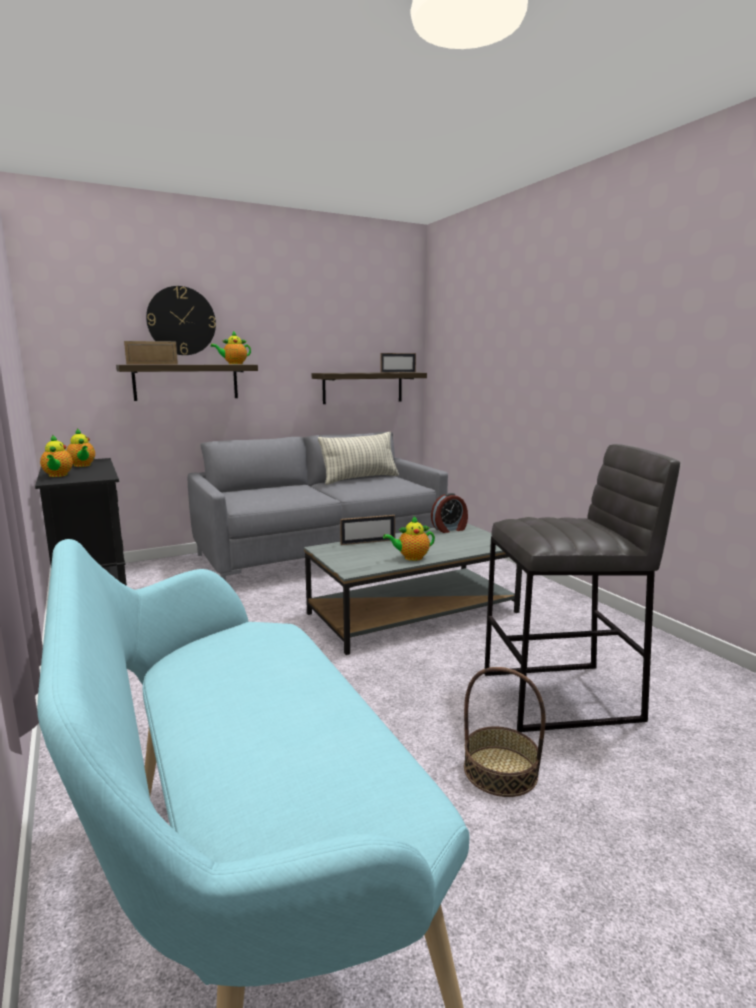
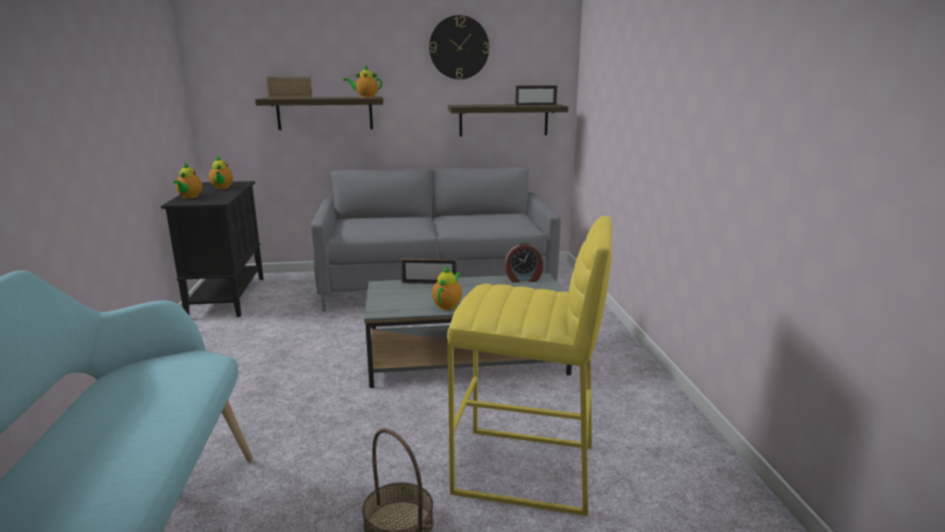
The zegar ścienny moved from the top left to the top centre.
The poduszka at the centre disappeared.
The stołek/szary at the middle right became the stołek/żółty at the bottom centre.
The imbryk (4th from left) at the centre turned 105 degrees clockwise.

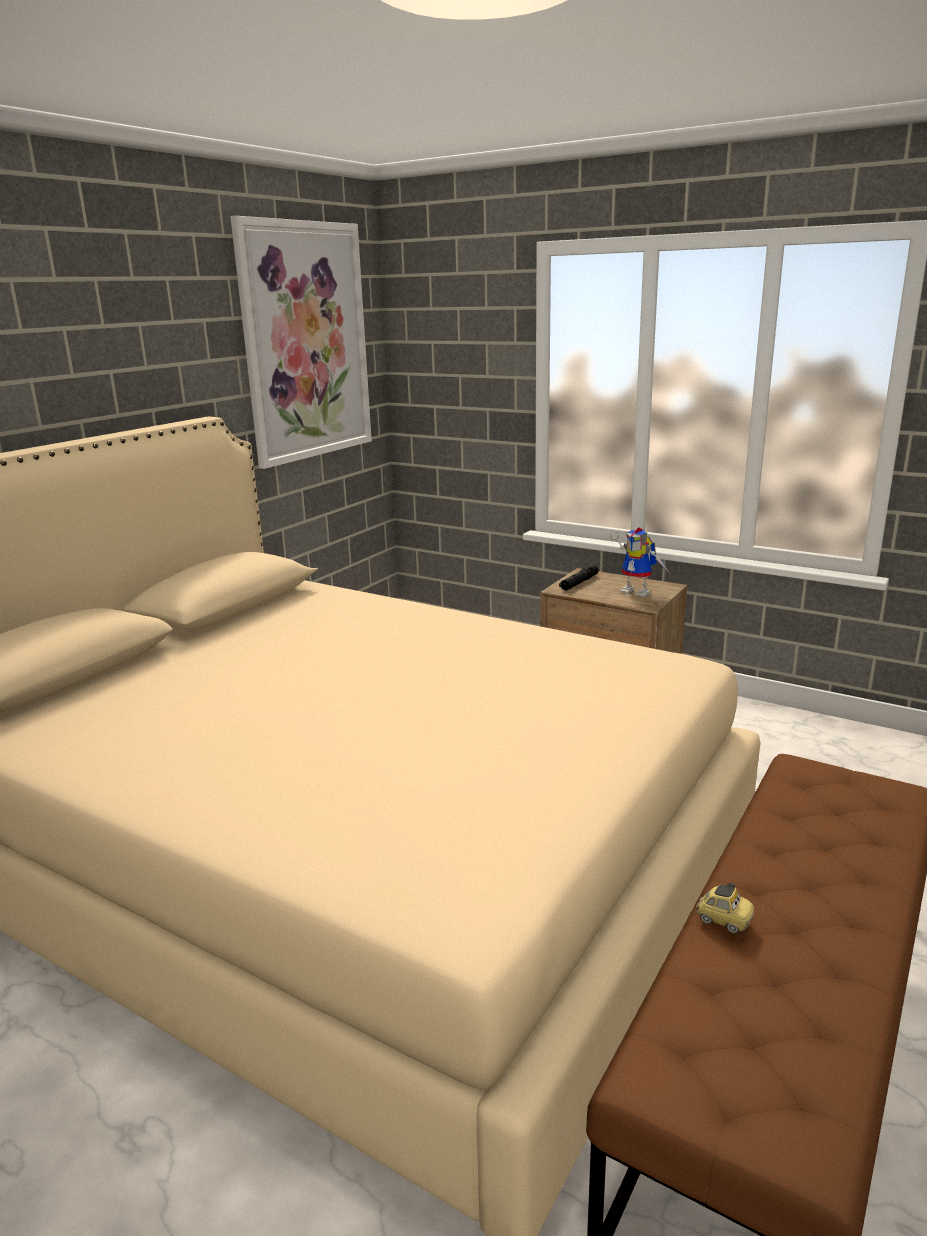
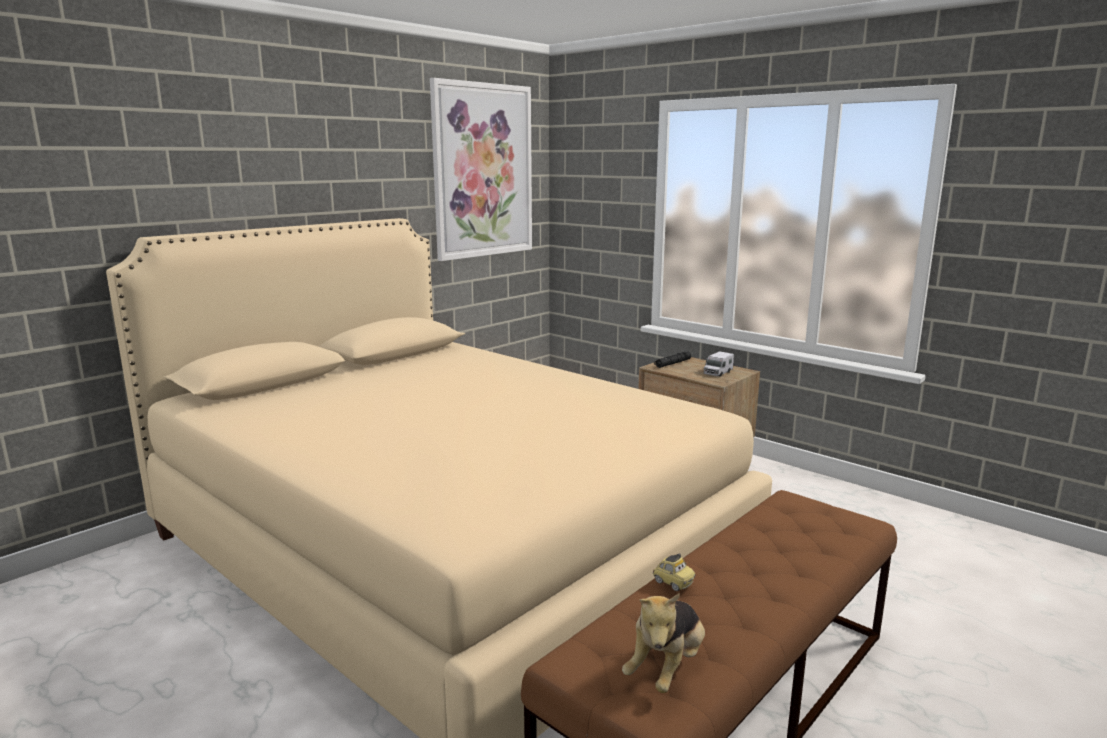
The robot zabawkowy at the middle right was replaced by the ciężarówka zabawkowa at the centre.
The pluszak at the bottom centre appeared.

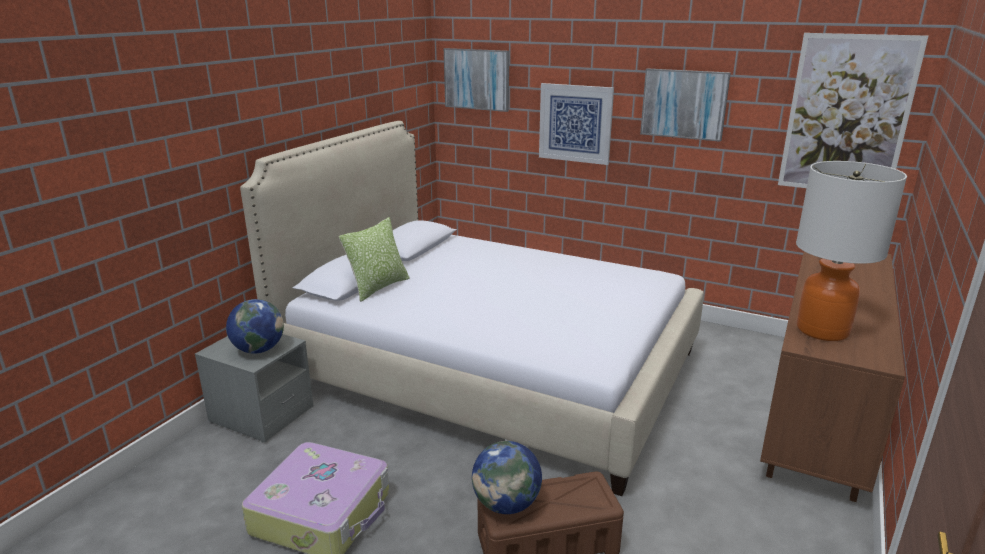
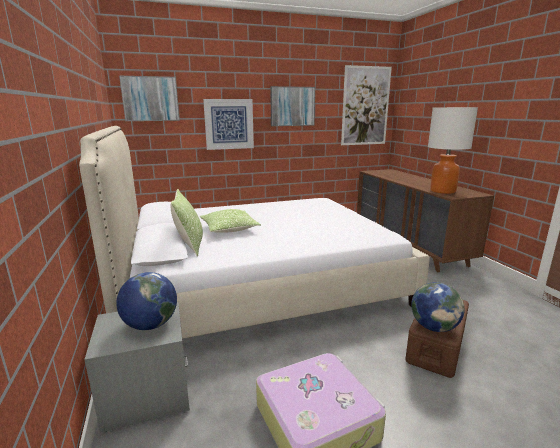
The poduszka (2nd from left) at the centre appeared.

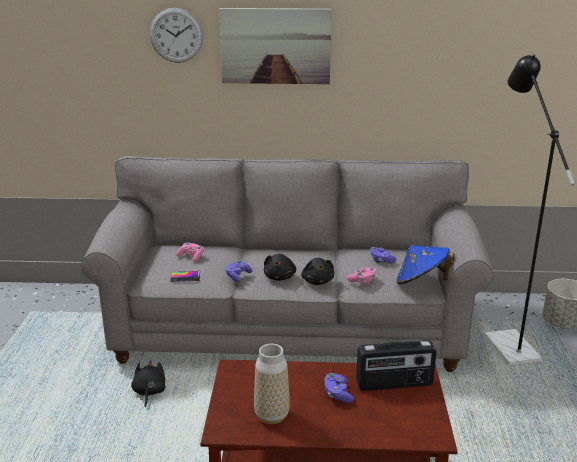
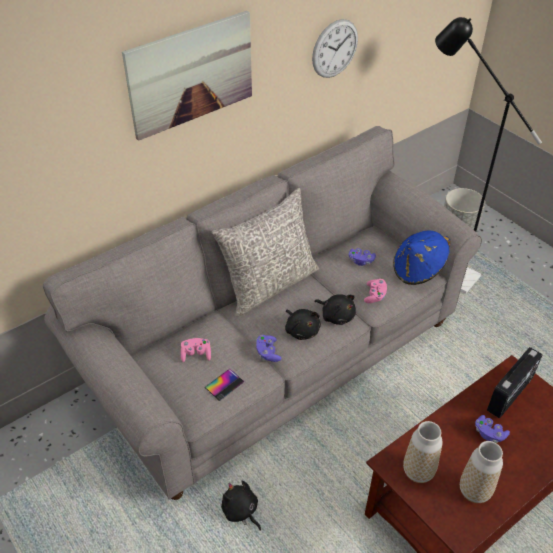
The zegar ścienny moved from the top left to the top centre.
The poduszka/szary at the centre appeared.
The wazon (1st from left) at the bottom right appeared.

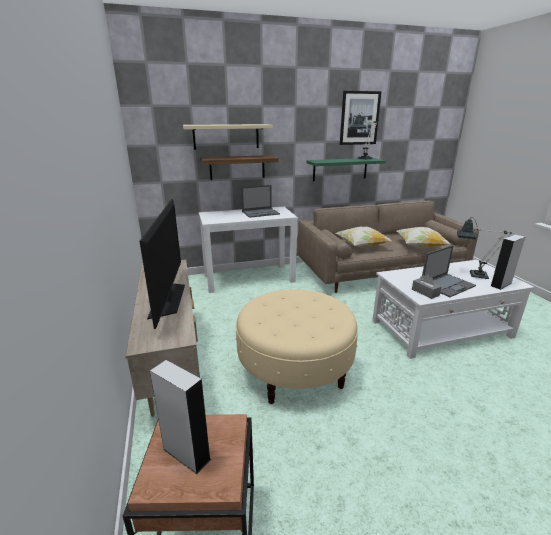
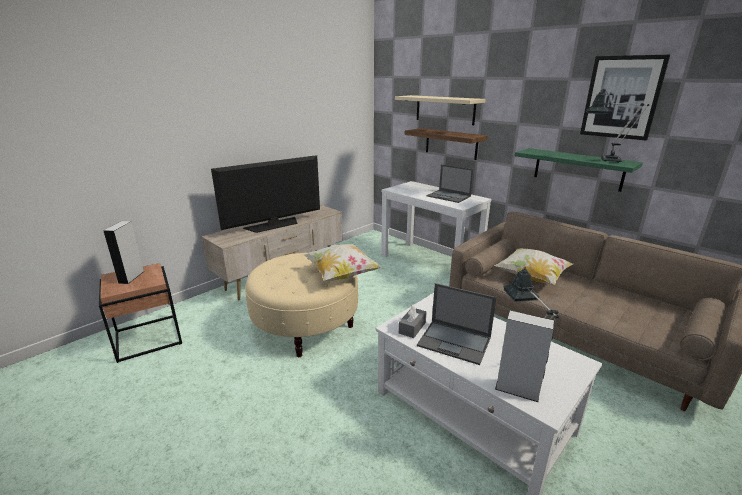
The poduszka (2nd from left in the first image) moved from the middle right to the centre.

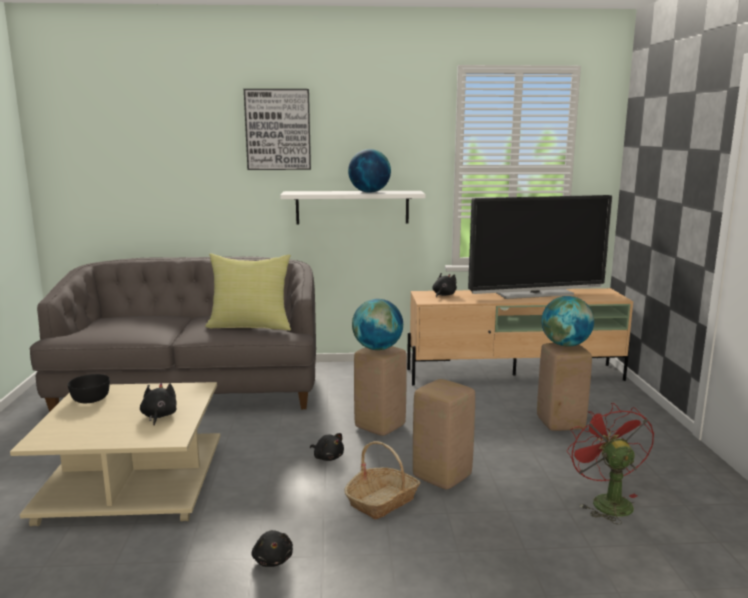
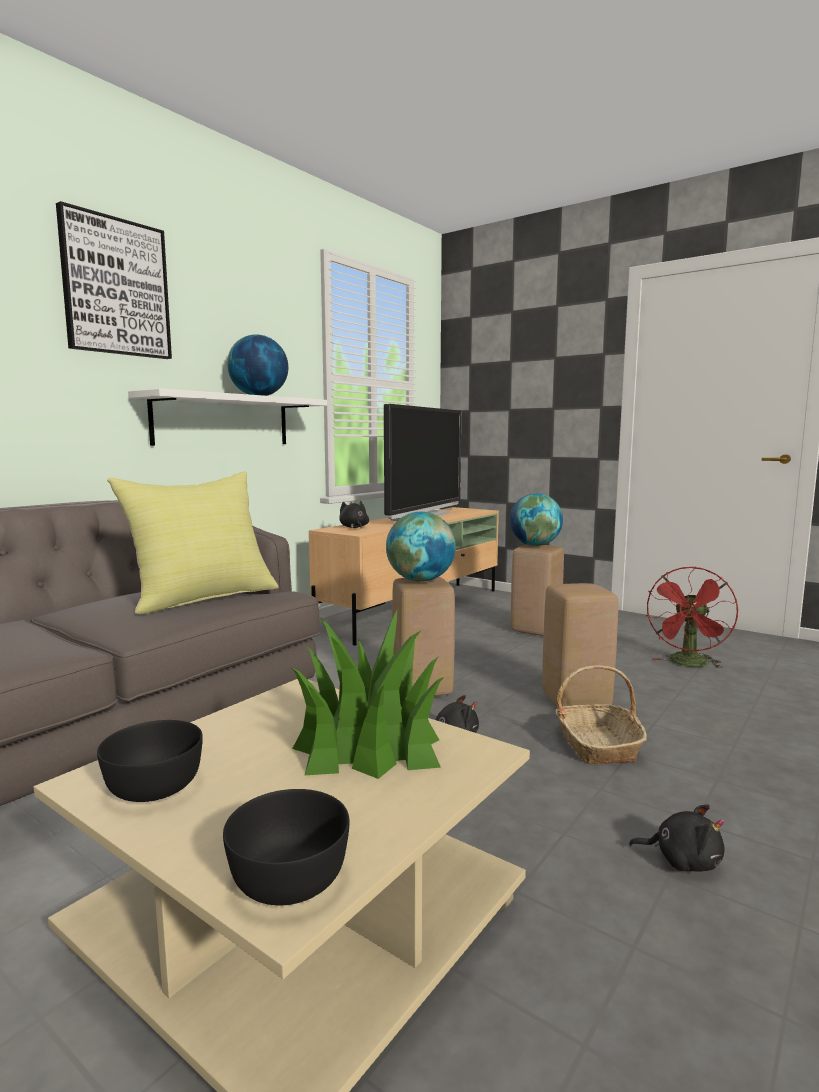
The pluszak/czarny (1st from left) at the bottom left was replaced by the roślina doniczkowa at the centre.
The wentylator/czerwony at the bottom right turned 90 degrees counterclockwise.
The miska/czarny (2nd from left) at the bottom centre appeared.

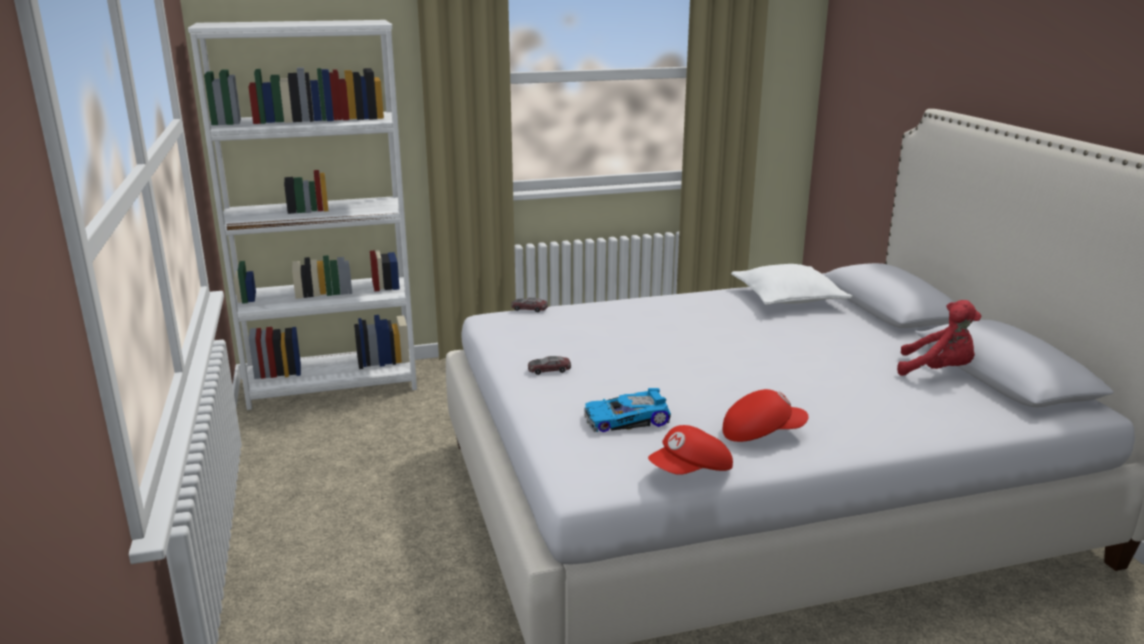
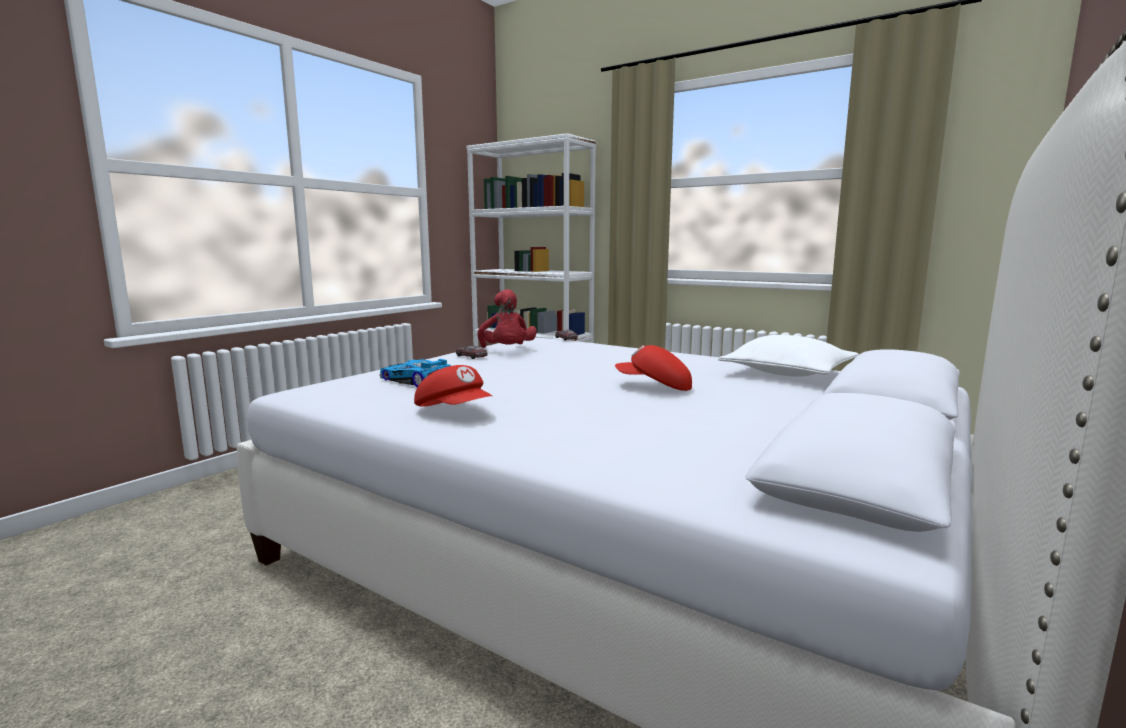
The pluszak/czerwony moved from the middle right to the centre.
The czapka z daszkiem/czerwony (1st from left in the first image) moved from the bottom centre to the centre.

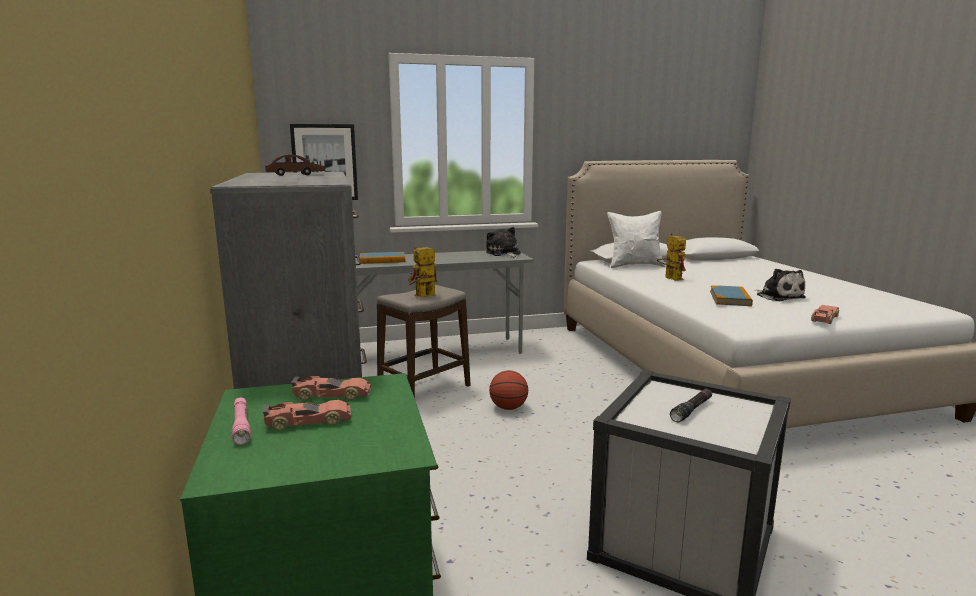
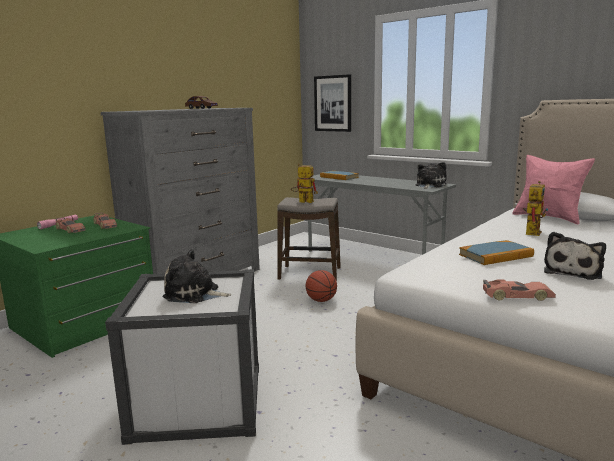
The poduszka/biały at the centre became the poduszka/różowy at the middle right.
The latarka/czarny at the bottom right was replaced by the pluszak (1st from left) at the middle left.

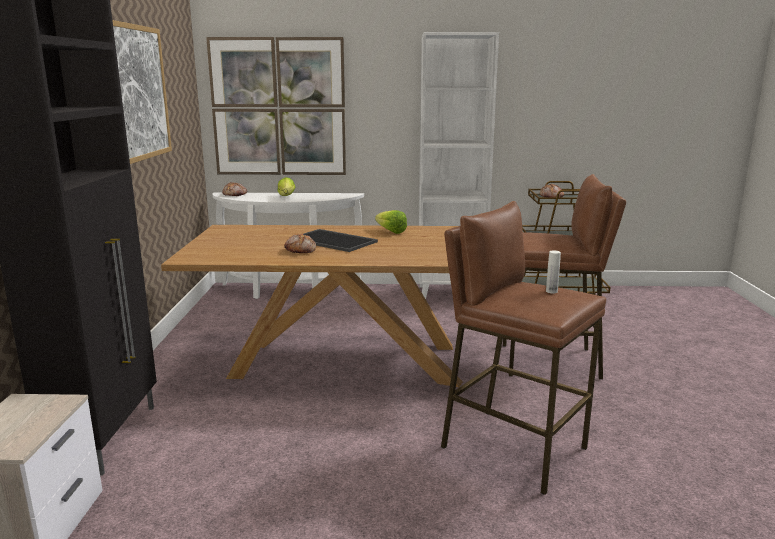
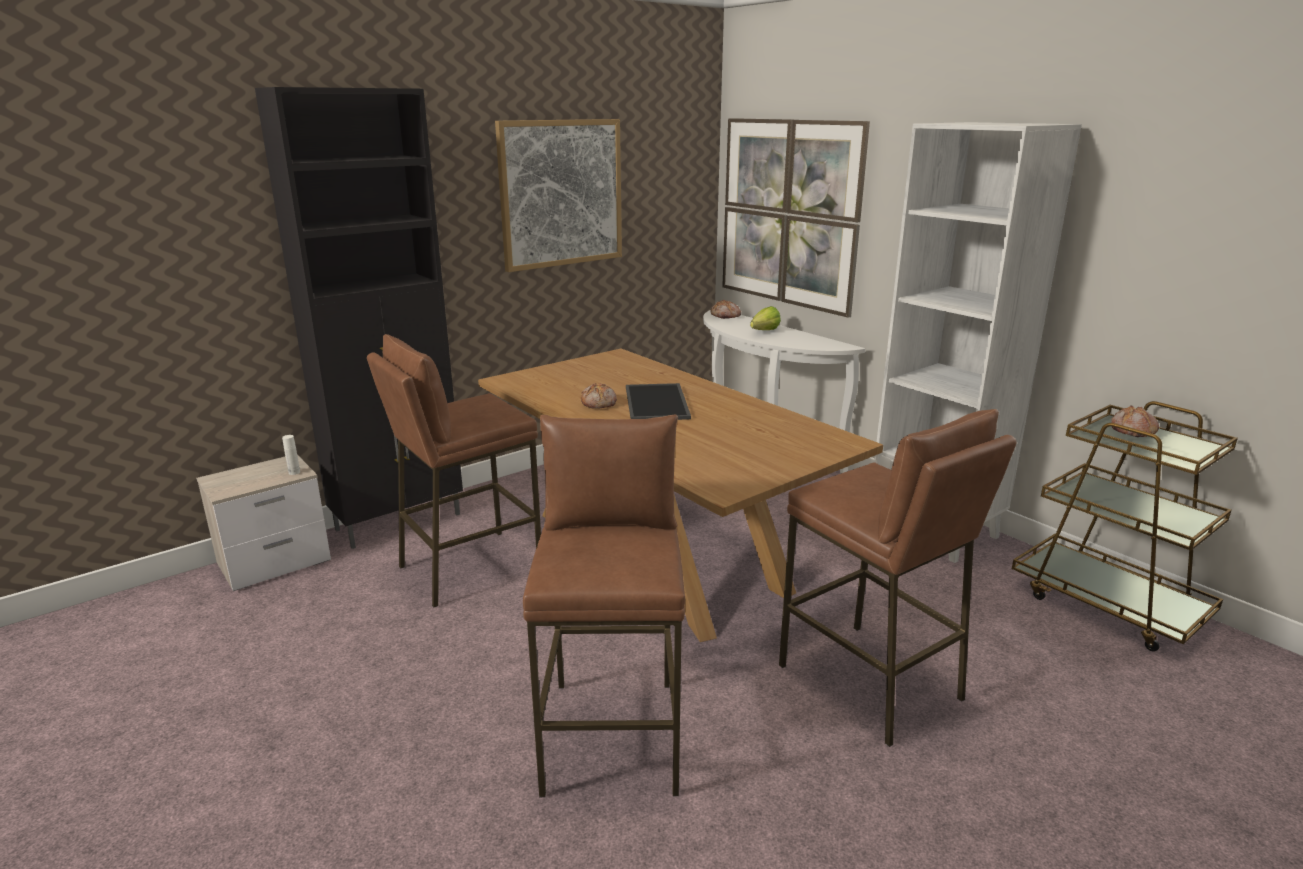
The sałata (2nd from left) at the centre disappeared.
The butelka/biały moved from the middle right to the middle left.
The stołek/brązowy (1st from left) at the centre appeared.

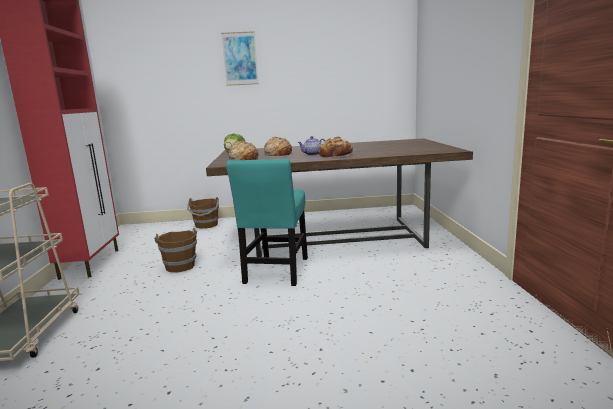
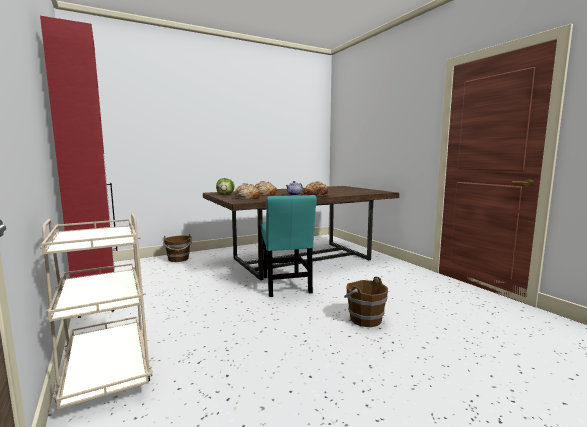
The obraz at the top centre disappeared.
The wiadro/brązowy (1st from left in the first image) moved from the middle left to the bottom centre.

